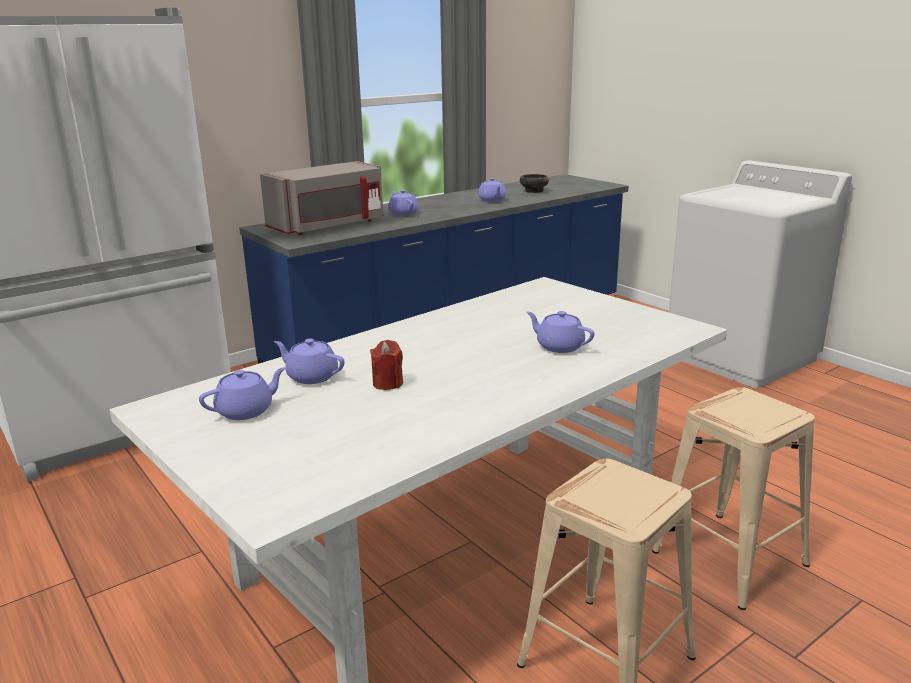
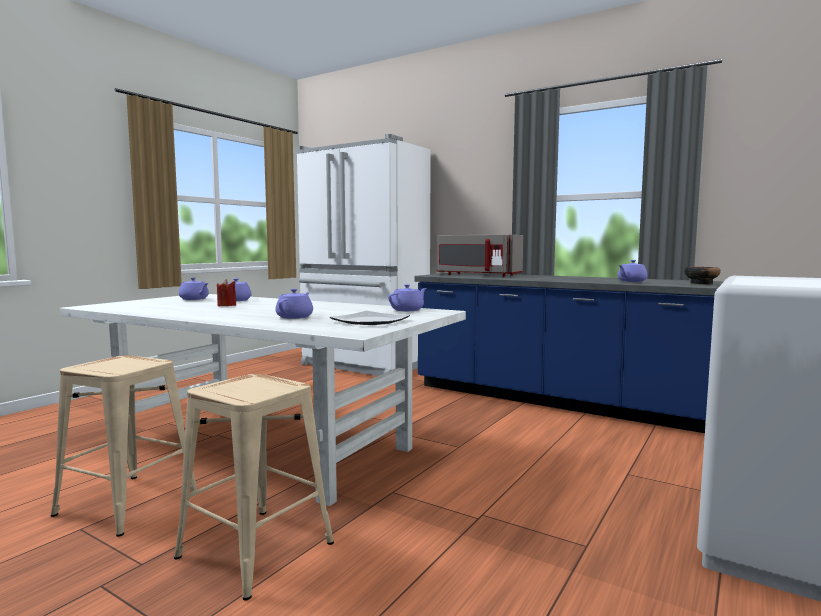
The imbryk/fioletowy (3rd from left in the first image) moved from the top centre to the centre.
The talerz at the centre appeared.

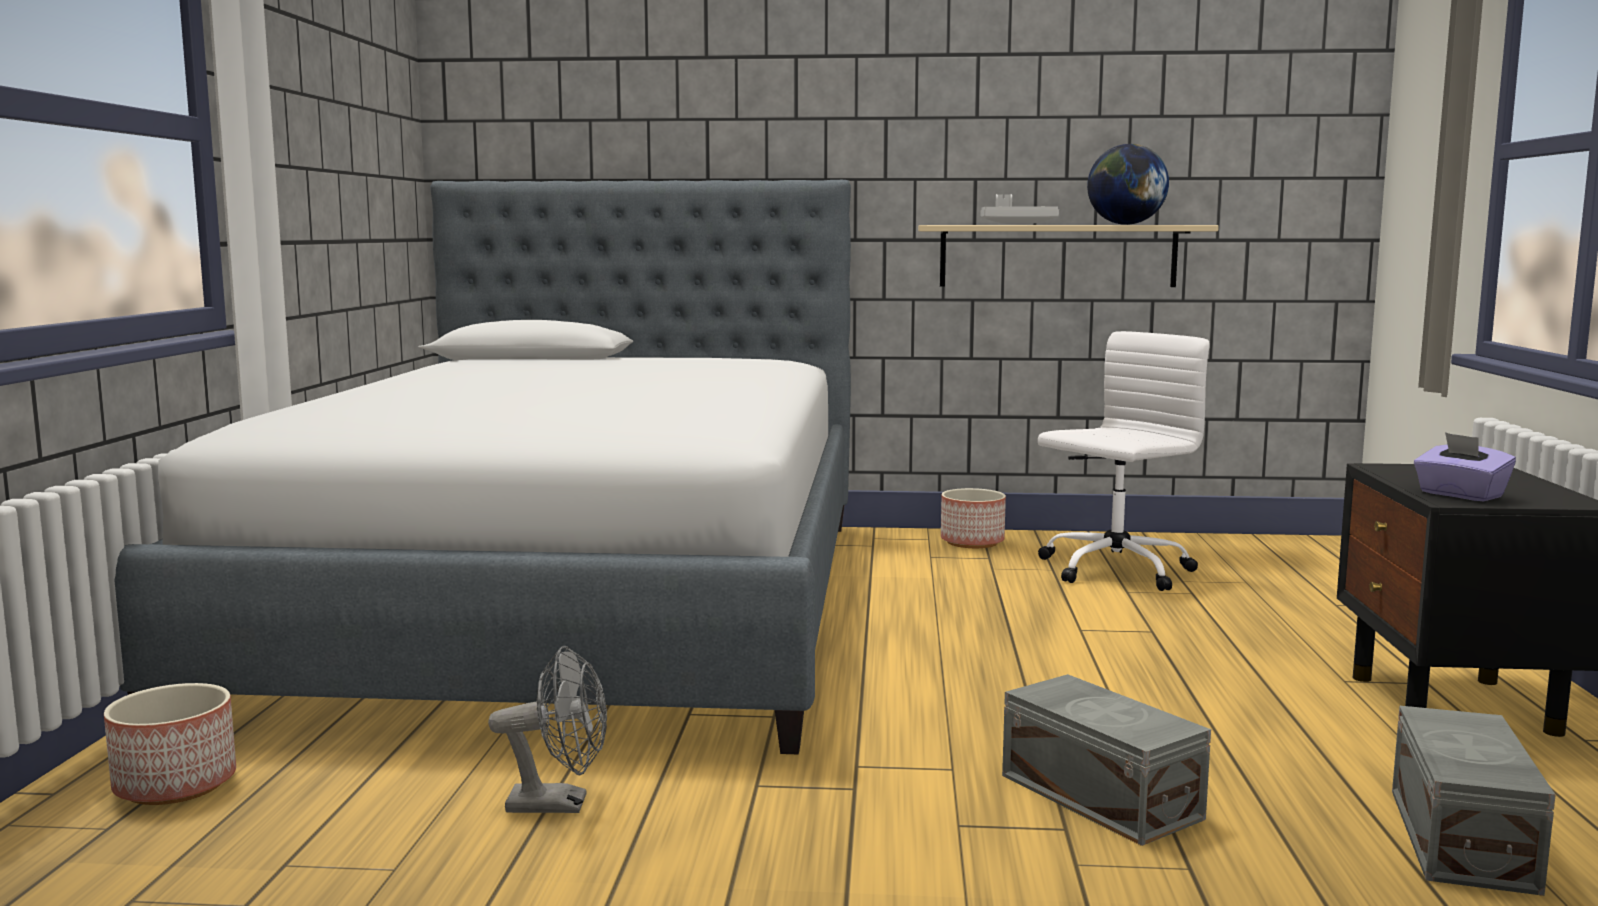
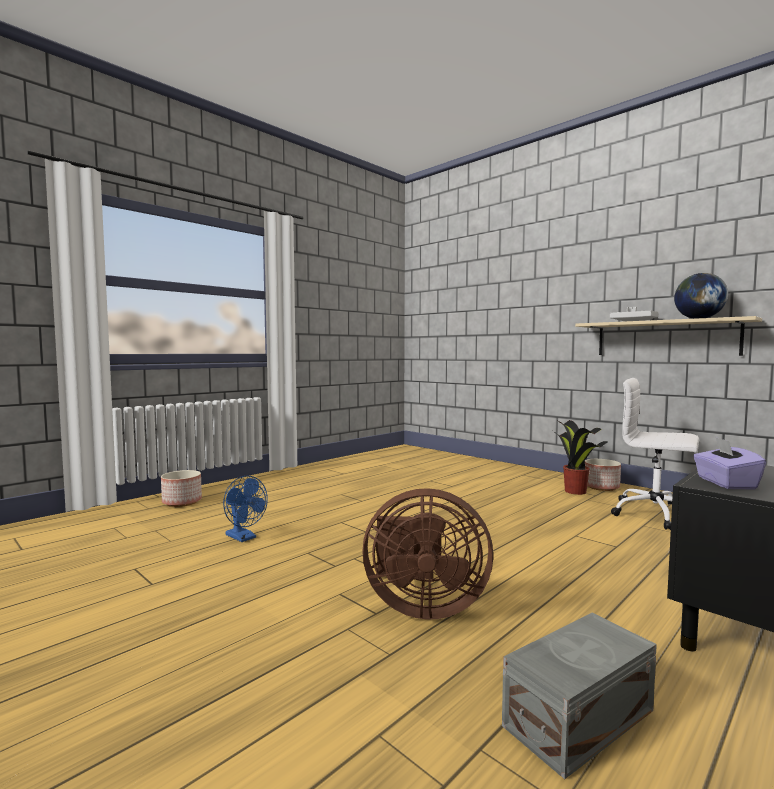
The łóżko at the middle left disappeared.
The krzesło biurowe/biały at the middle right turned 150 degrees counterclockwise.
The wentylator/szary at the bottom centre became the wentylator/niebieski at the middle left.
The pojemnik do przechowywania/szary (1st from left) at the bottom right was replaced by the wentylator/brązowy at the bottom centre.
The roślina doniczkowa at the middle right appeared.

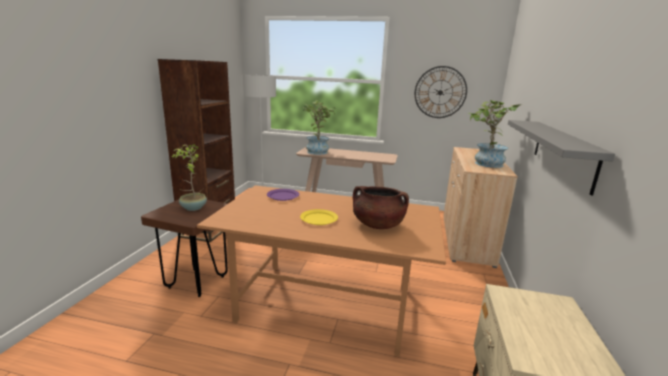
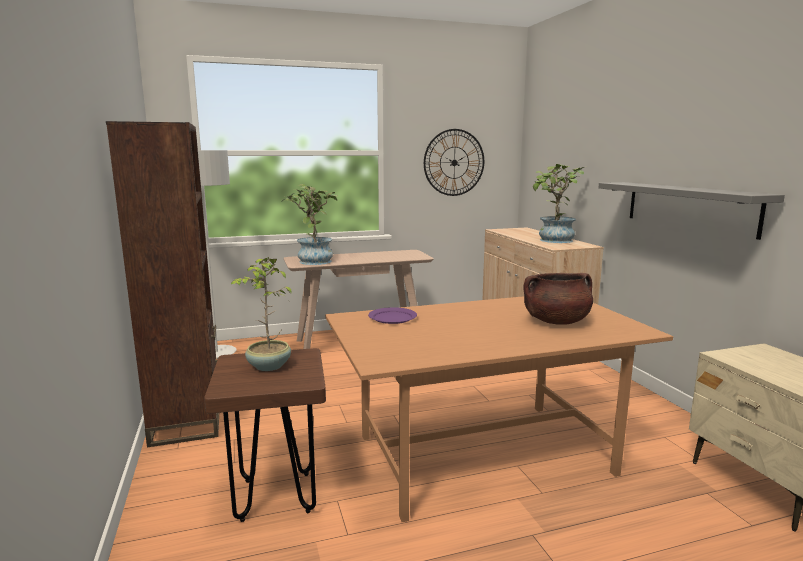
The talerz/żółty at the centre disappeared.

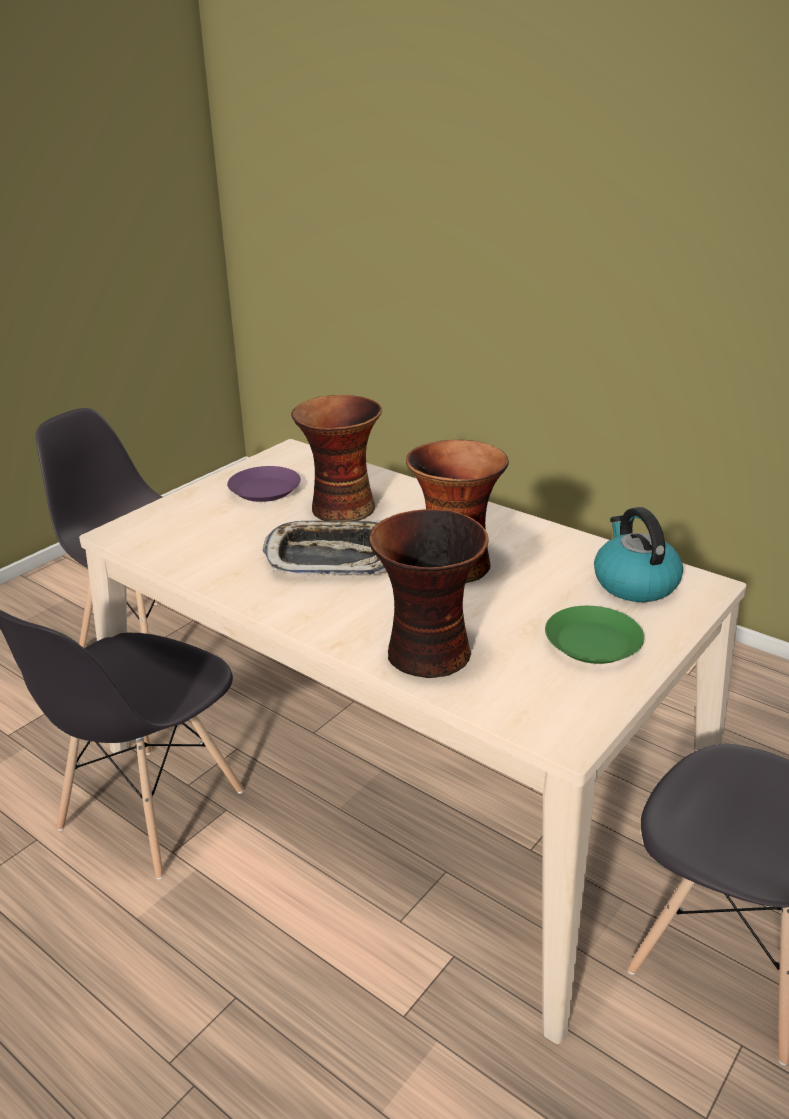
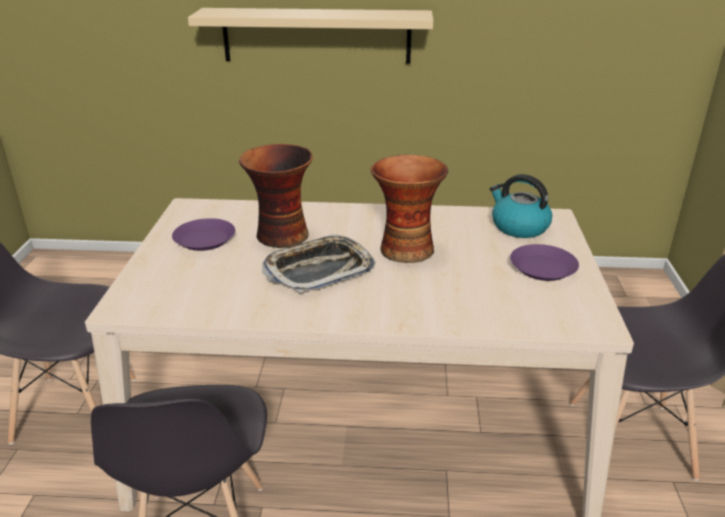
The wazon (2nd from left) at the centre disappeared.
The talerz/zielony at the middle right became the talerz/fioletowy (2nd from left) at the middle right.
The półka/beżowy at the top centre appeared.

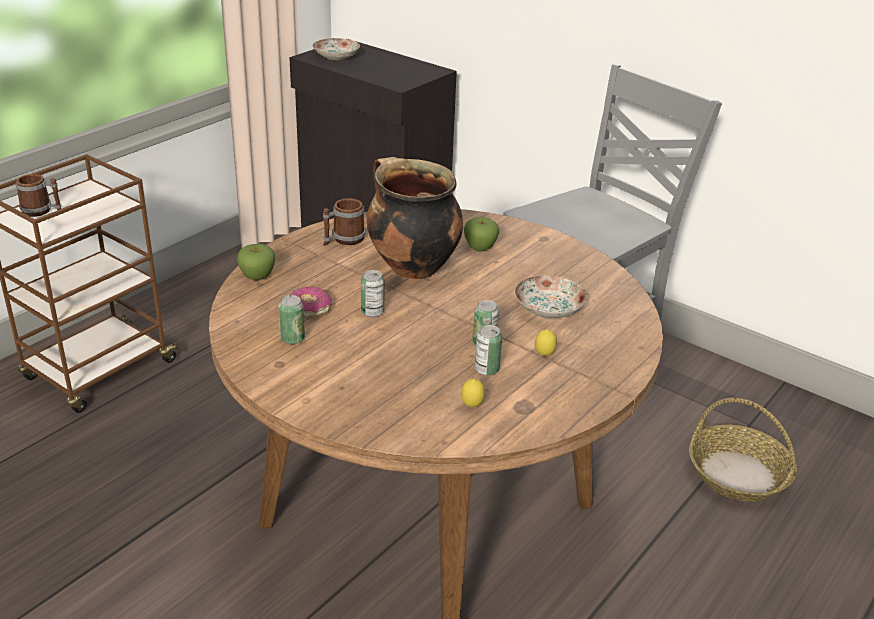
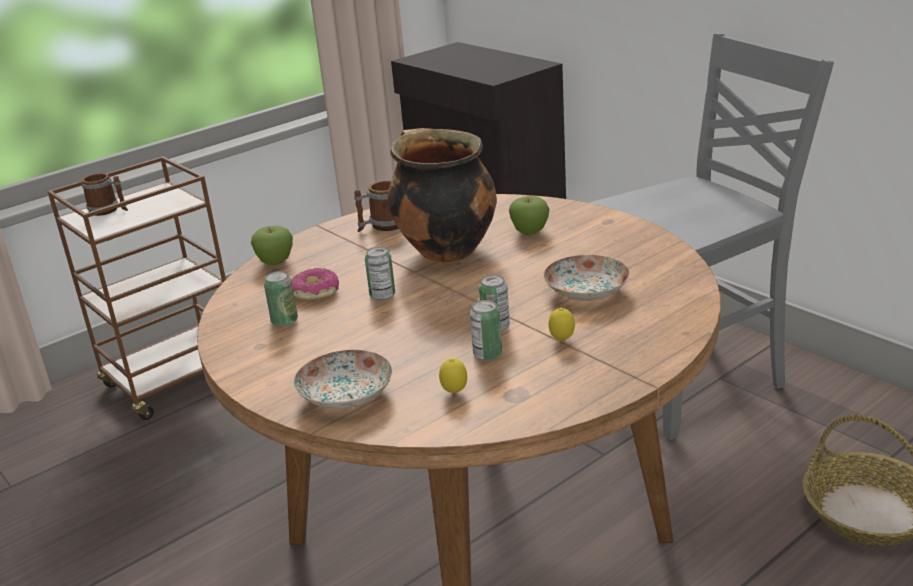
The talerz (1st from left) moved from the top centre to the centre.

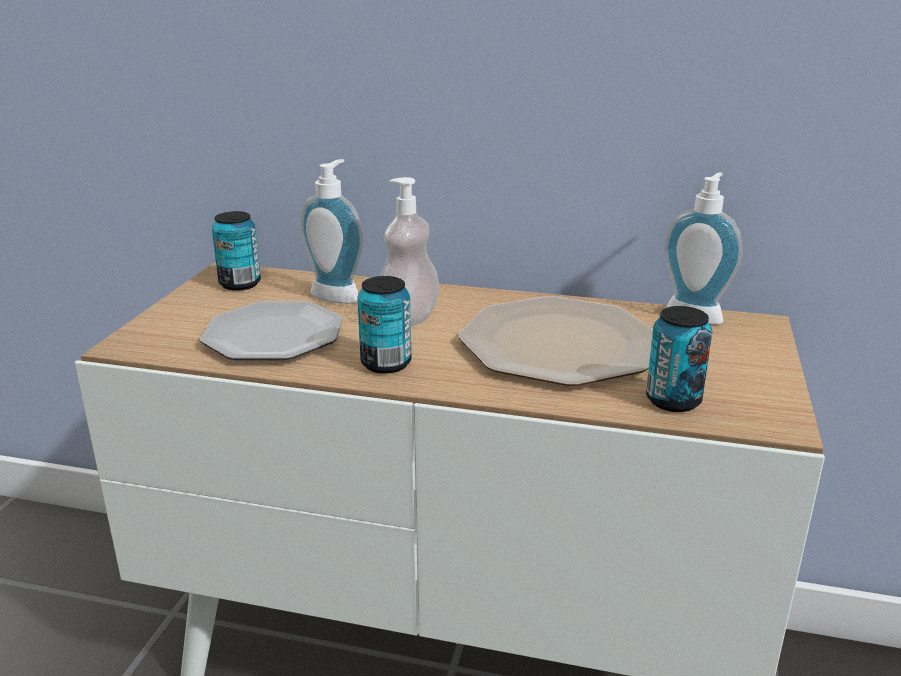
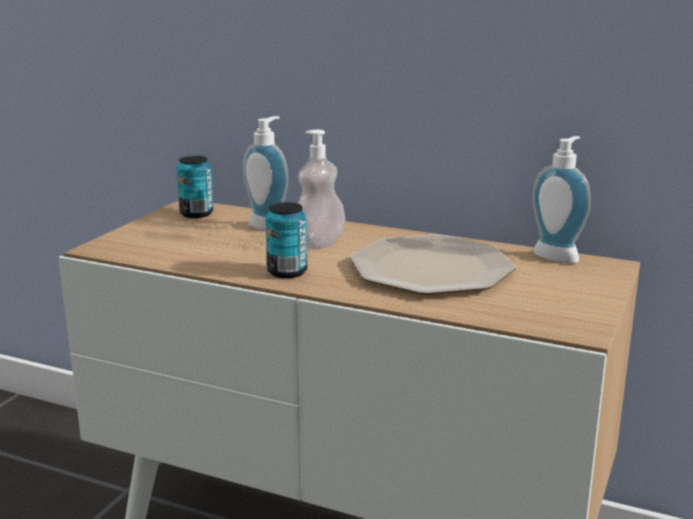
The talerz (1st from left) at the middle left disappeared.
The puszka (3rd from left) at the middle right disappeared.

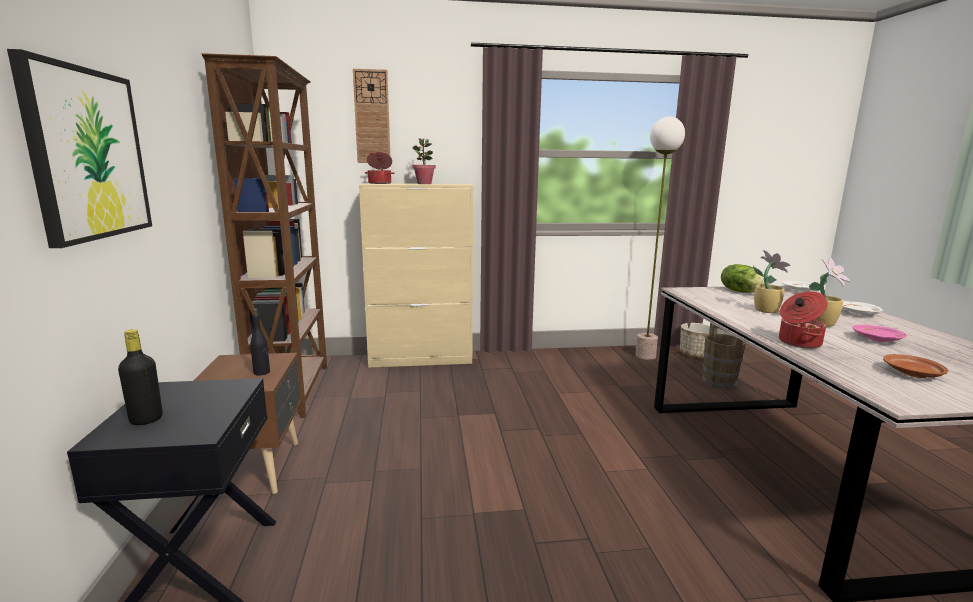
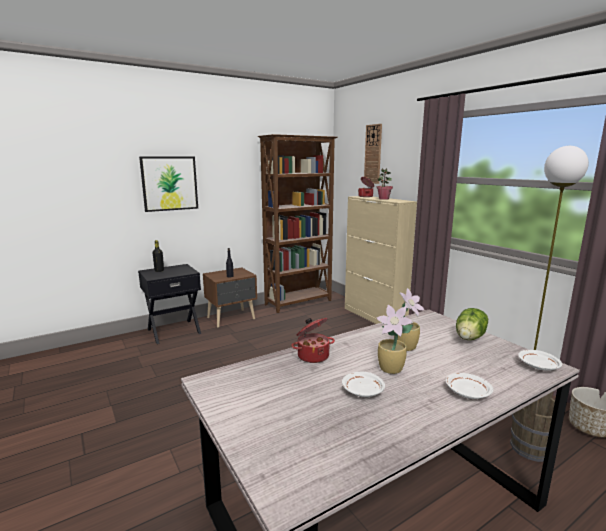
The talerz/różowy at the middle right became the talerz/biały (1st from left) at the bottom centre.
The talerz/brązowy at the middle right disappeared.

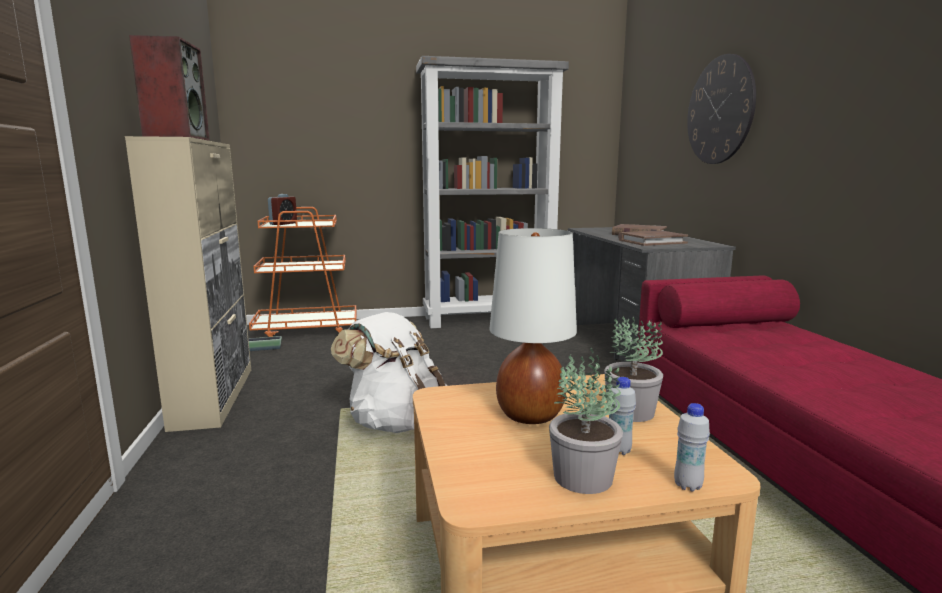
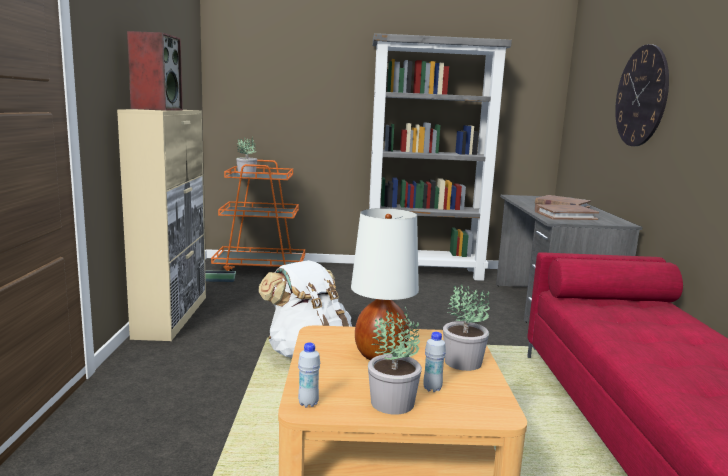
The budzik at the middle left was replaced by the roślina doniczkowa (1st from left) at the top centre.
The butelka/biały (2nd from left in the first image) moved from the bottom right to the bottom centre.

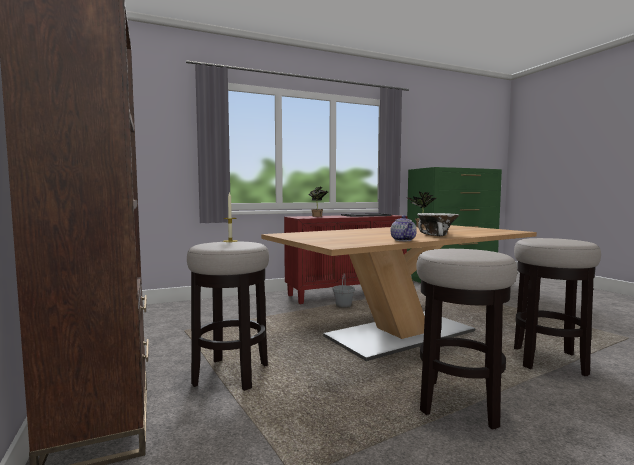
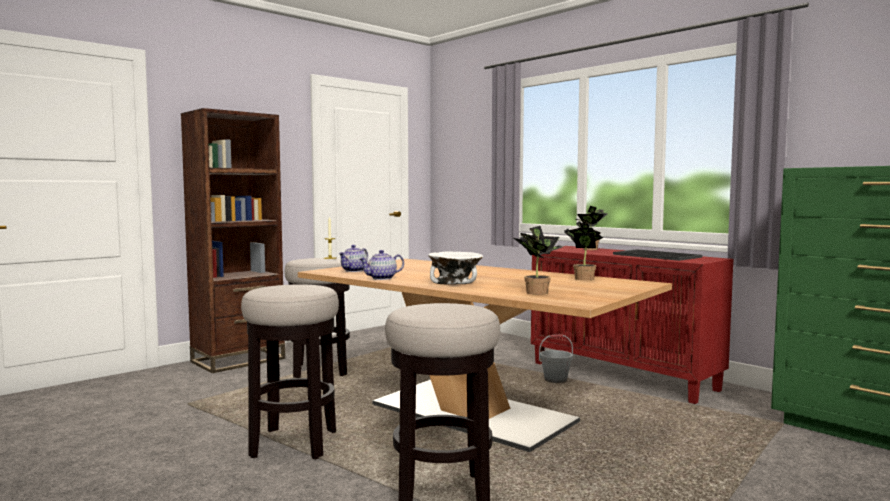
The roślina doniczkowa (1st from left) at the centre appeared.
The imbryk (1st from left) at the centre appeared.

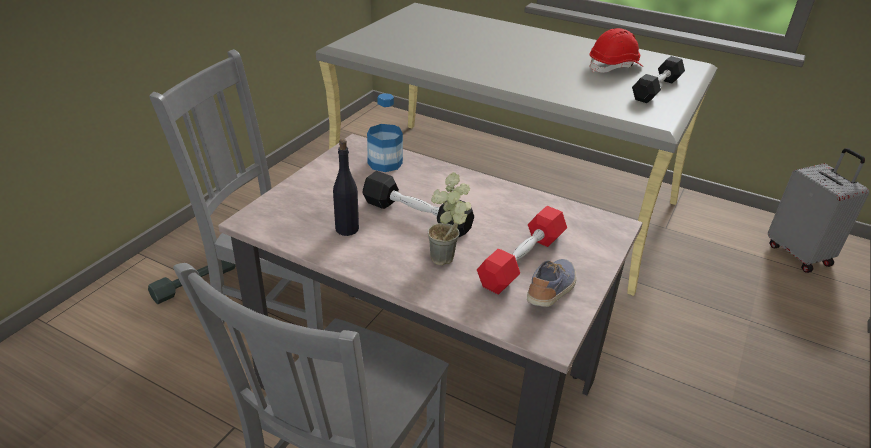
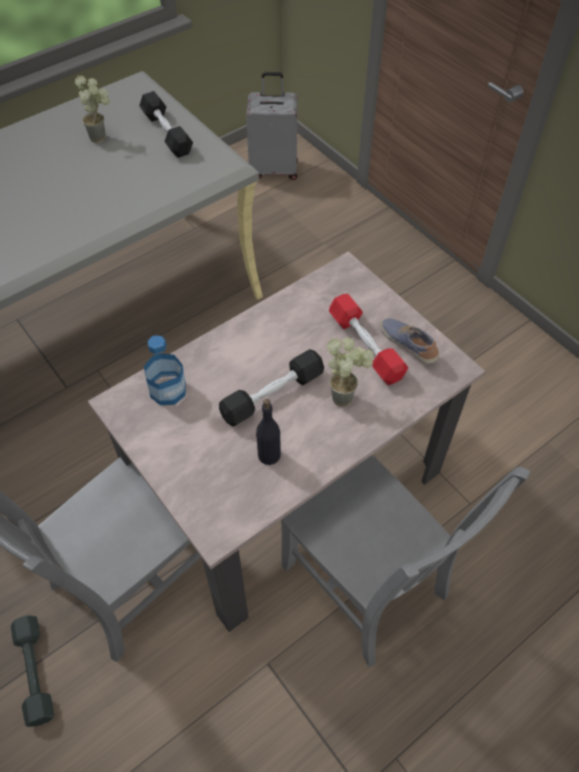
The kask/czerwony at the top right was replaced by the roślina doniczkowa (1st from left) at the top left.

